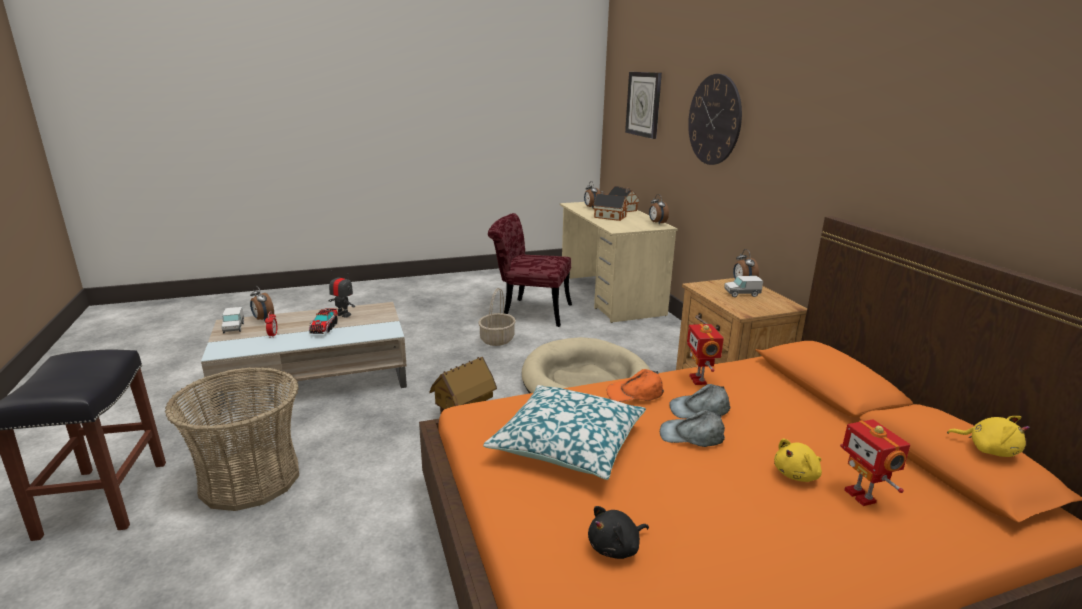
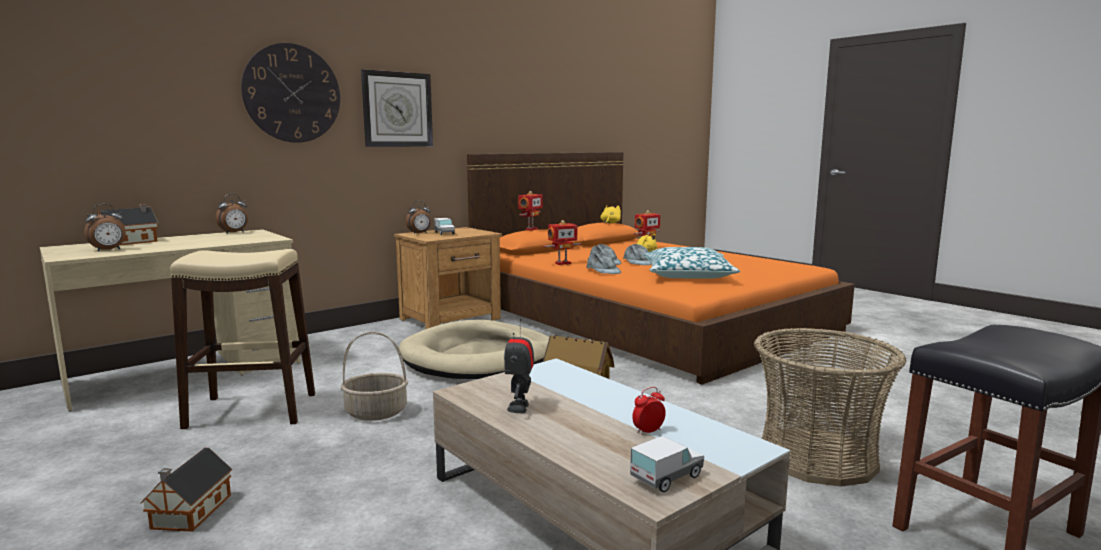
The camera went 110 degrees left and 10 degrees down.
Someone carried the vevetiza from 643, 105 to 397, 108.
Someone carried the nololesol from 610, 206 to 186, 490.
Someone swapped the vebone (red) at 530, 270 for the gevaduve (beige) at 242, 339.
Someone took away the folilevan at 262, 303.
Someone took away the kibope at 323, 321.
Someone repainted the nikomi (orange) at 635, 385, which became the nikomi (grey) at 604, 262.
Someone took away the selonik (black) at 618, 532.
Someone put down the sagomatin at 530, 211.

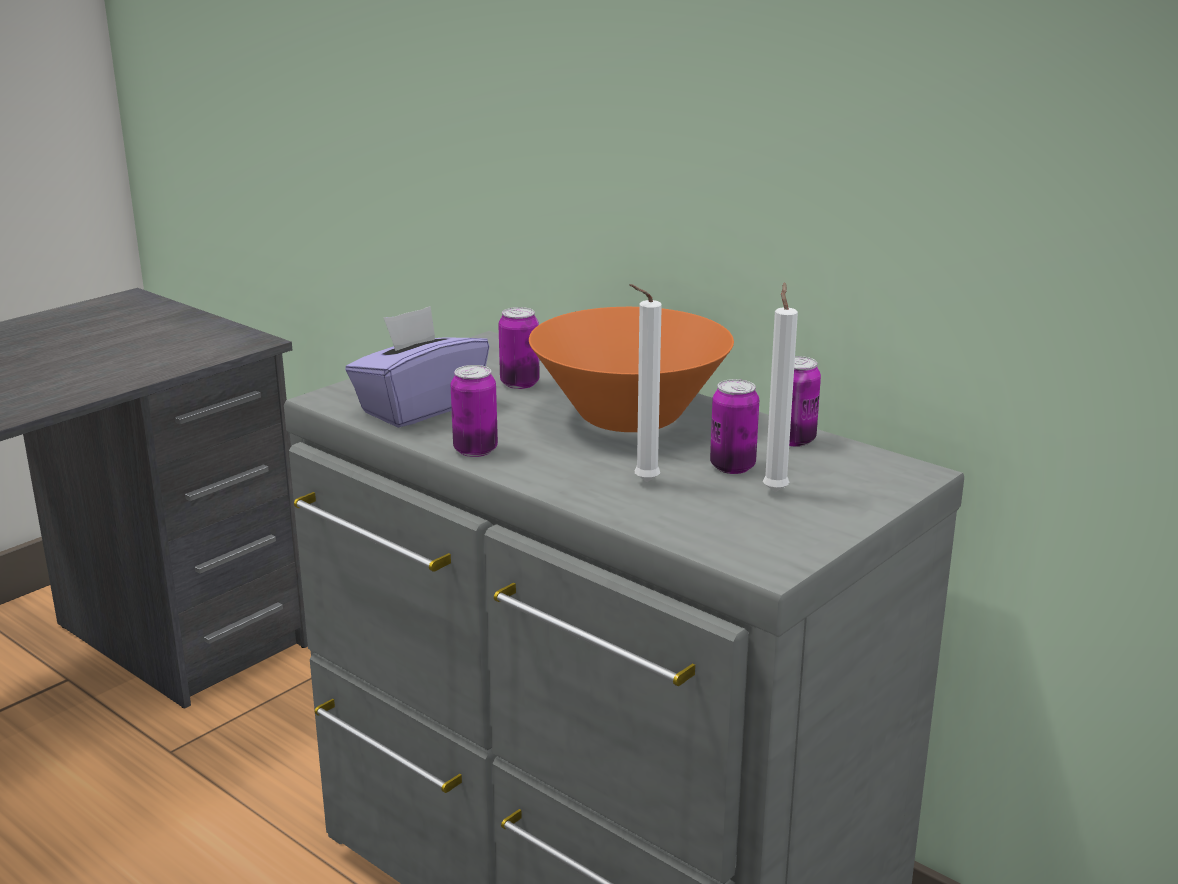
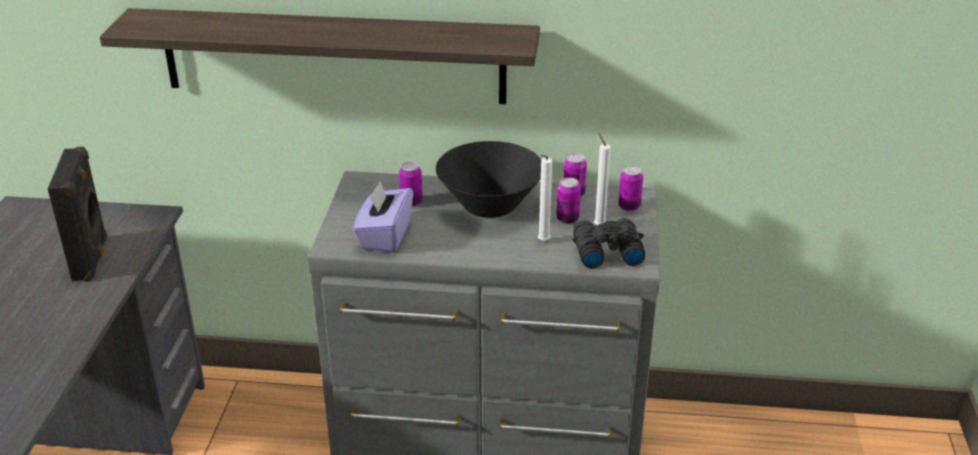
The camera went 35 degrees left and 10 degrees up.
Someone repainted the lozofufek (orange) at 631, 369, which became the lozofufek (black) at 488, 179.
Someone carried the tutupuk from 474, 411 to 630, 188.
Someone put up the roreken at 320, 56.
Someone put down the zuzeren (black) at 77, 214.
Someone put down the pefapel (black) at 608, 243.

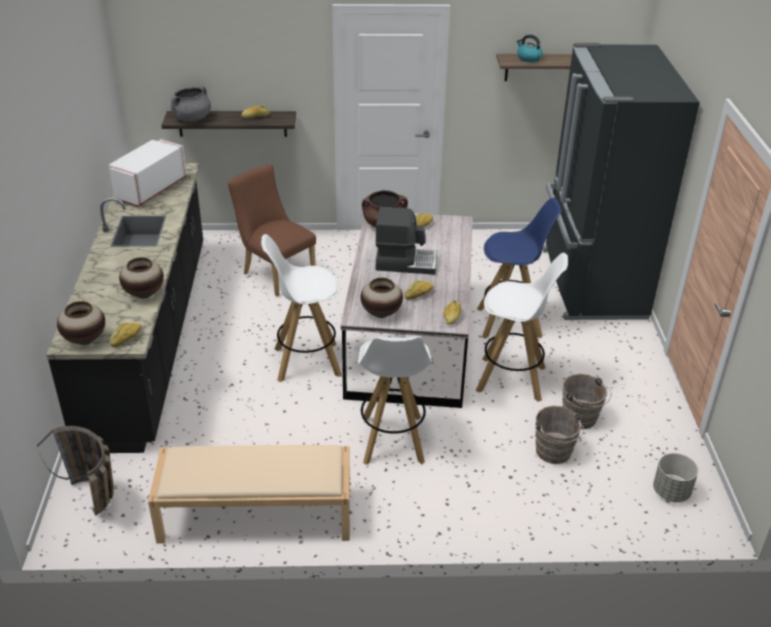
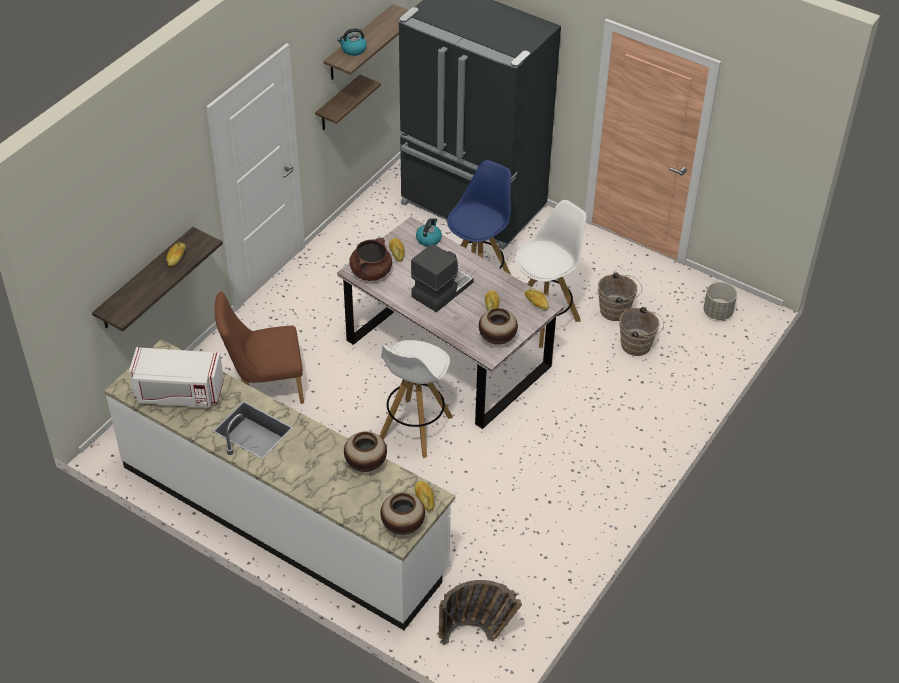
The camera went 55 degrees left and 10 degrees up.
Someone took away the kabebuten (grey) at 191, 104.
Someone rotated the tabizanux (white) at 148, 173 by 60 degrees counterclockwise.
Someone repainted the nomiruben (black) at 124, 308, which became the nomiruben (white) at 279, 484.
Someone took away the gevaduve (white) at 395, 400.
Someone took away the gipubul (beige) at 249, 494.
Someone put up the roreken at 348, 102.
Someone put down the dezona at 429, 232.

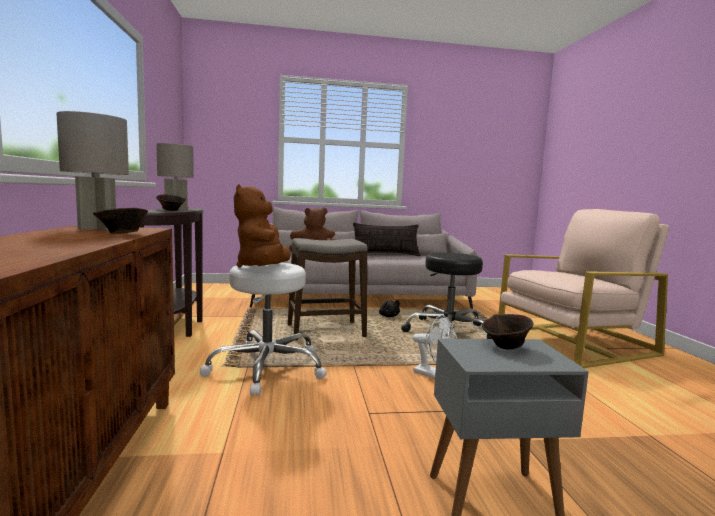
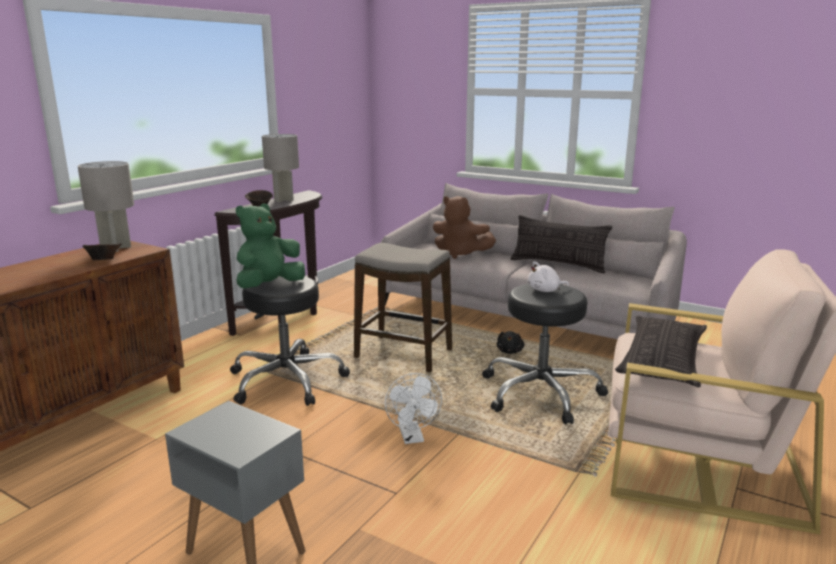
The camera went 40 degrees right and 10 degrees up.
Someone repainted the selonik (brown) at 262, 226, which became the selonik (green) at 270, 245.
Someone repainted the gevaduve (white) at 263, 329, which became the gevaduve (black) at 290, 341.
Someone took away the lozofufek (brown) at 508, 331.
Someone put down the selonik (white) at 548, 276.
Someone put down the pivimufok at 661, 351.

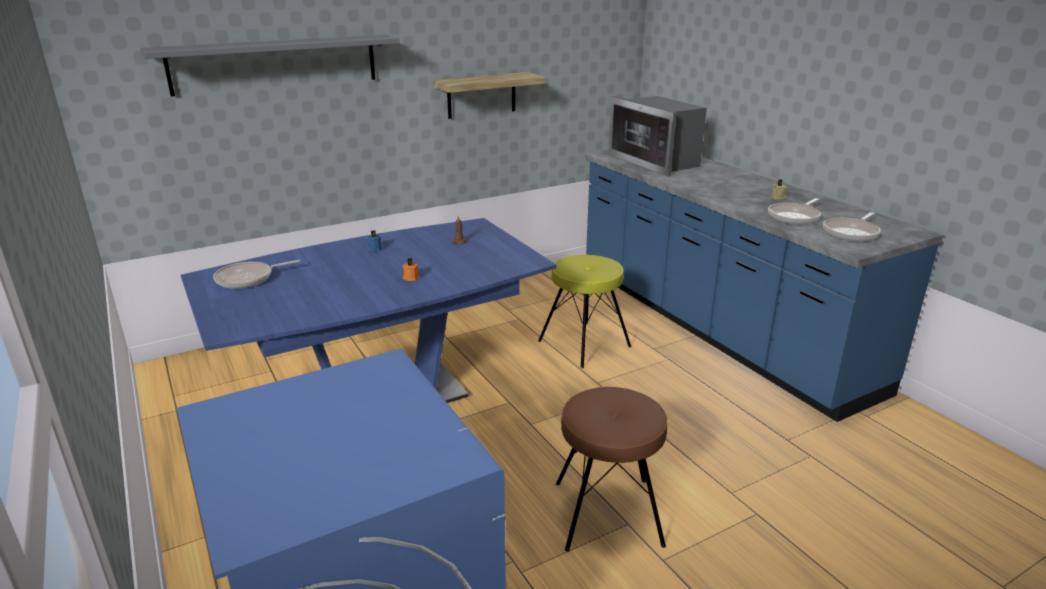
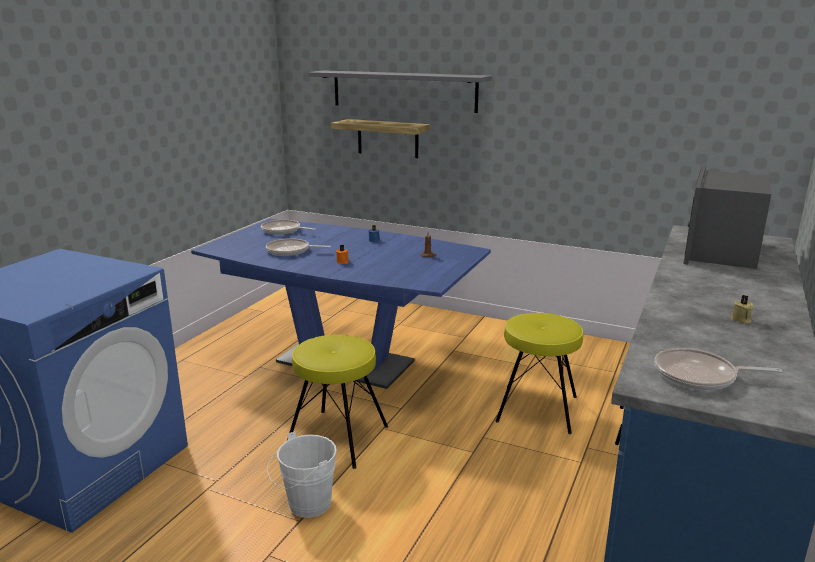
The camera went 55 degrees right and 5 degrees down.
Someone carried the roreken from 489, 95 to 380, 138.
Someone carried the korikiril from 794, 211 to 298, 247.
Someone swapped the gevaduve (brown) at 611, 469 for the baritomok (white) at 302, 474.
Someone put down the gevaduve (yellow) at 337, 401.

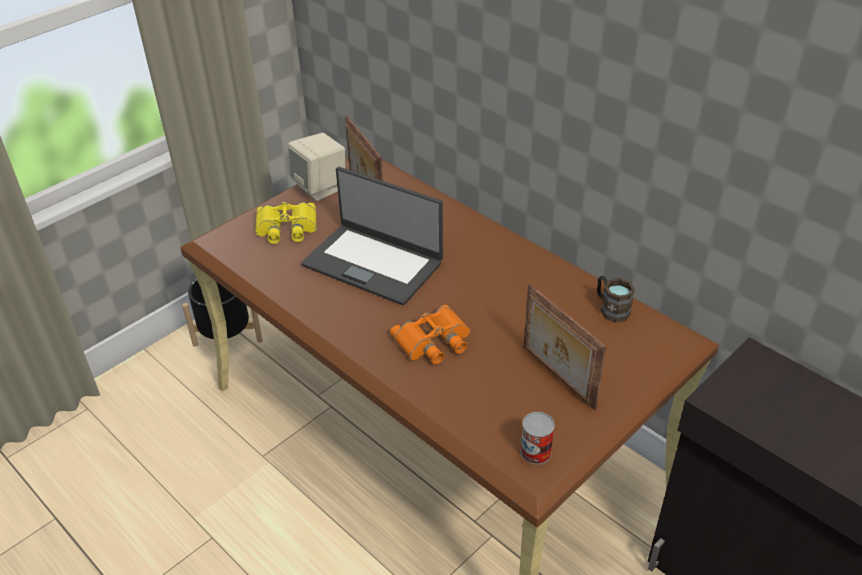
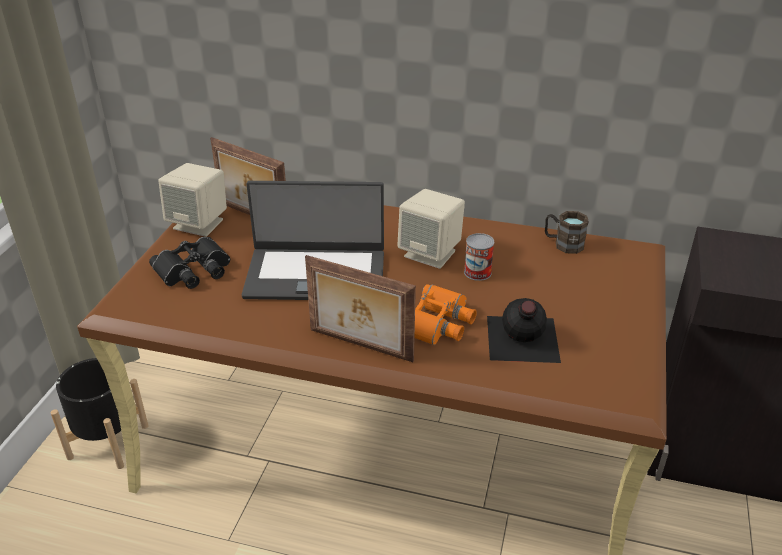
The camera went 30 degrees left and 5 degrees down.
Someone repainted the pefapel (yellow) at 286, 223, which became the pefapel (black) at 189, 263.
Someone carried the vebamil from 565, 347 to 360, 308.
Someone carried the tutupuk from 537, 438 to 479, 257.
Someone put down the zuzeren (beige) at 431, 229.
Someone put down the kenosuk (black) at 524, 330.

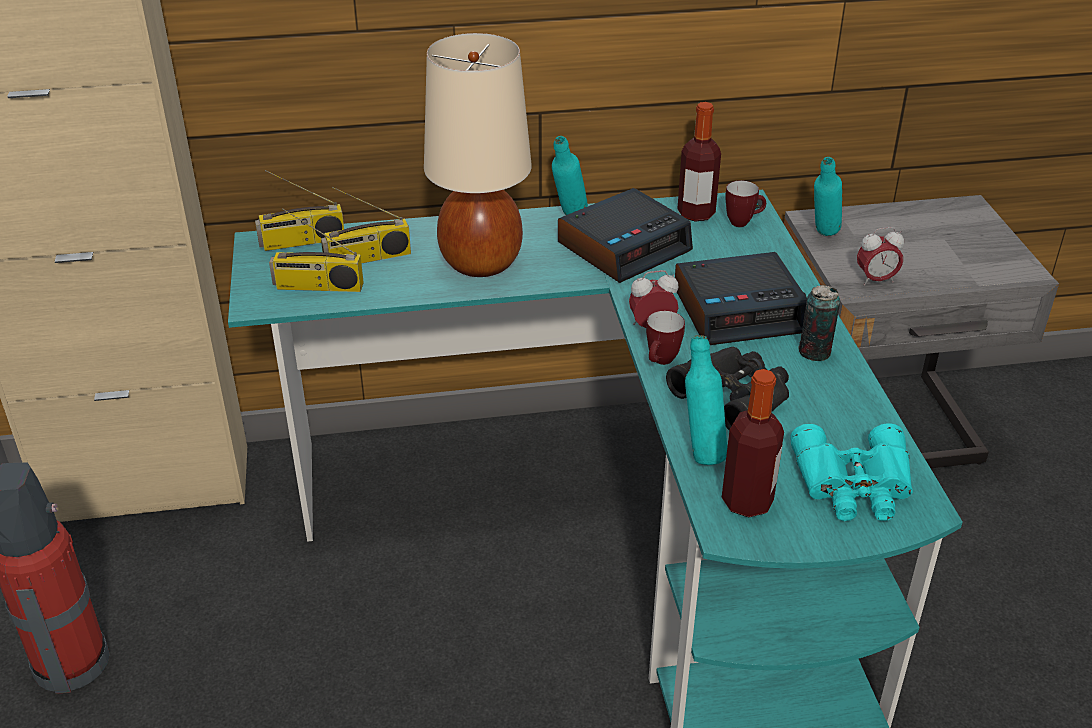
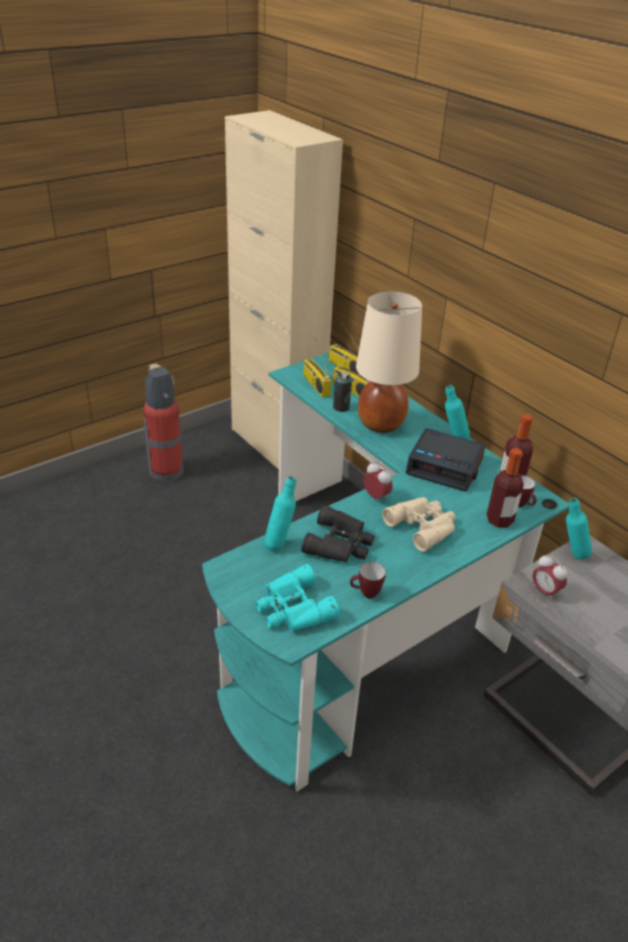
The camera went 60 degrees right and 0 degrees up.
Someone swapped the folilevan at 741, 298 for the pefapel (beige) at 419, 524.
Someone carried the tutupuk from 819, 323 to 342, 392.
Someone carried the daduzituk from 665, 338 to 368, 580.
Someone carried the kenosuk from 753, 443 to 505, 488.

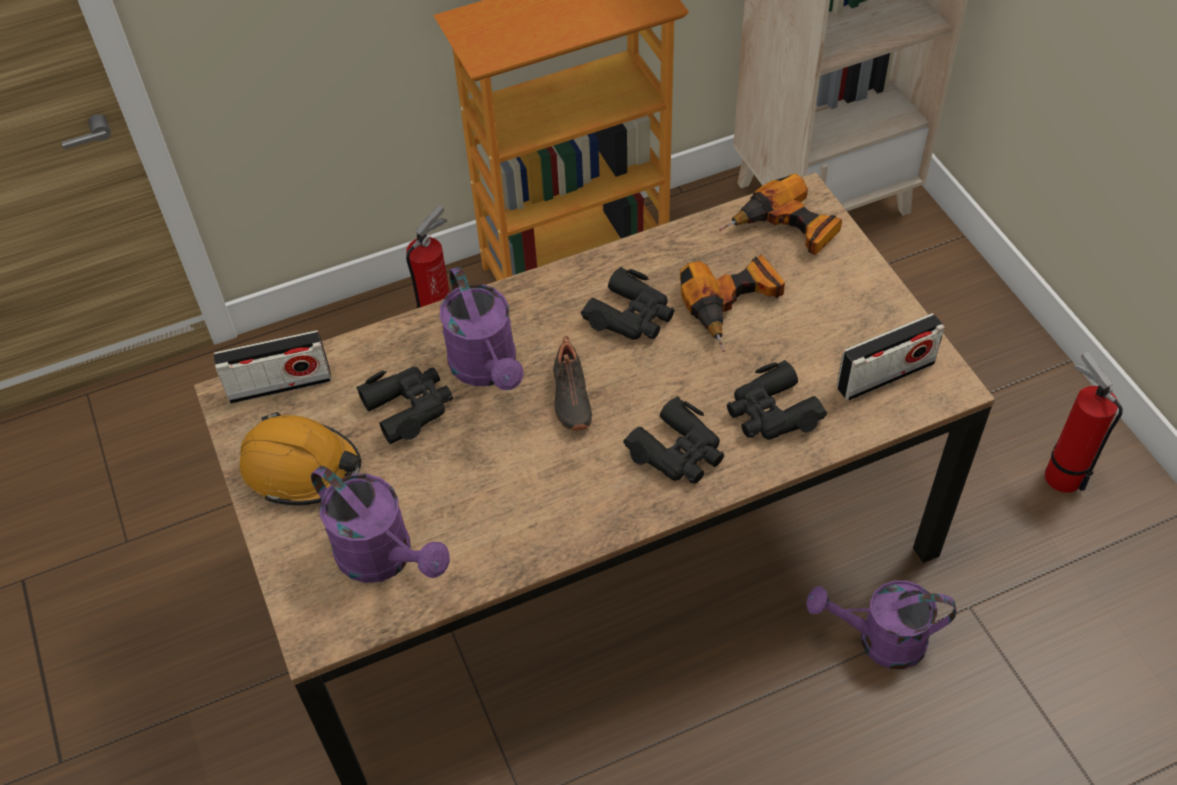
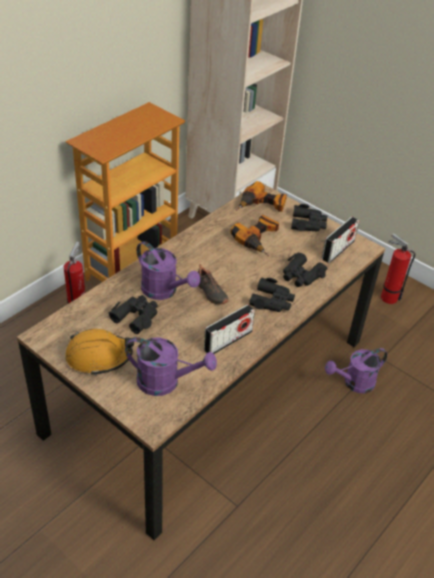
The camera went 30 degrees left and 10 degrees down.
Someone carried the pefapel (black) from 628, 303 to 309, 217.
Someone carried the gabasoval from 273, 367 to 229, 329.

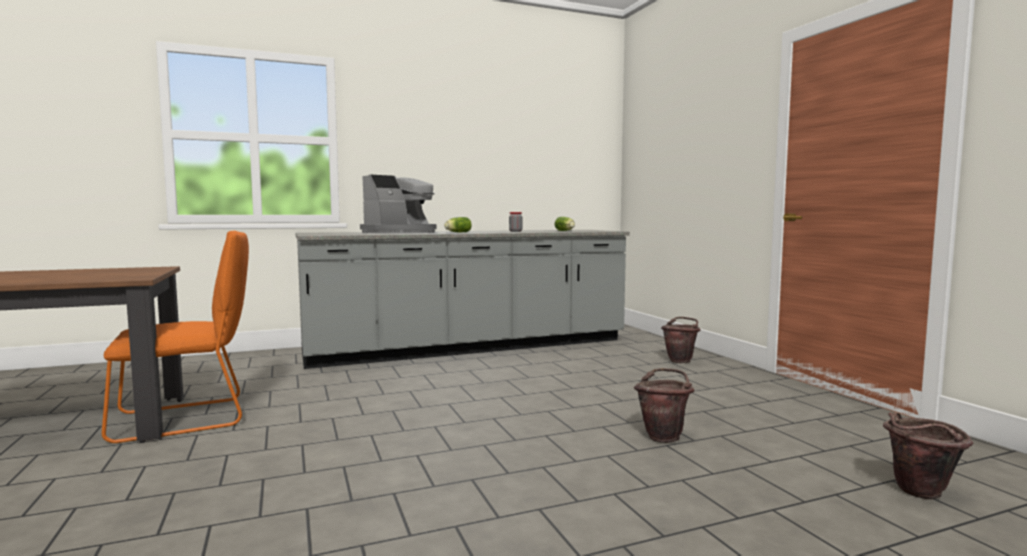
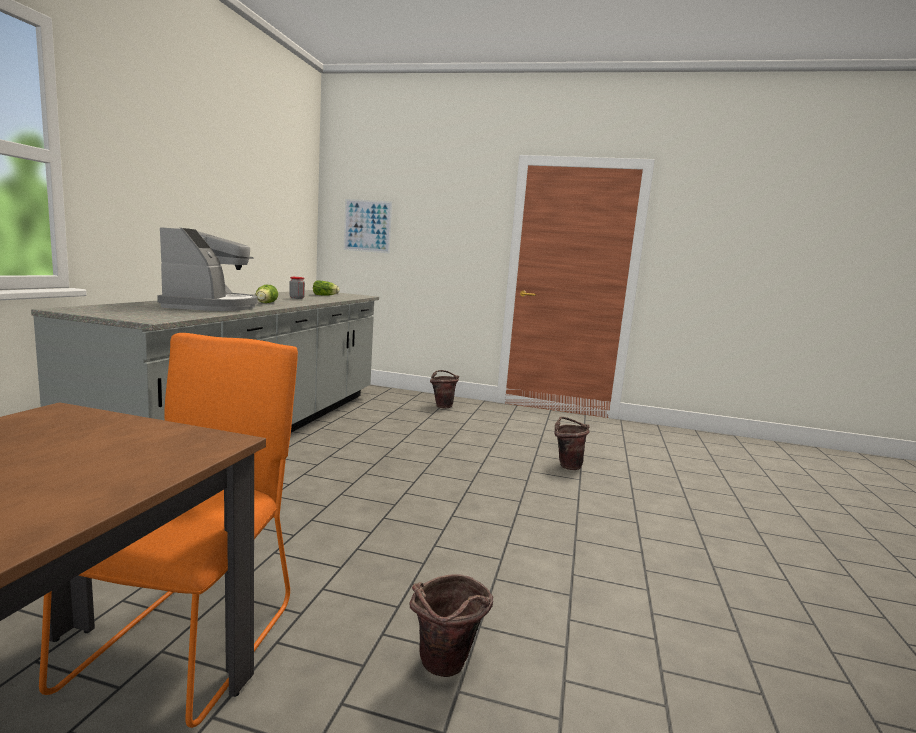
The camera went 55 degrees left and 5 degrees up.
Someone carried the baritomok (brown) from 928, 456 to 451, 625.
Someone put up the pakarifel at 368, 226.

